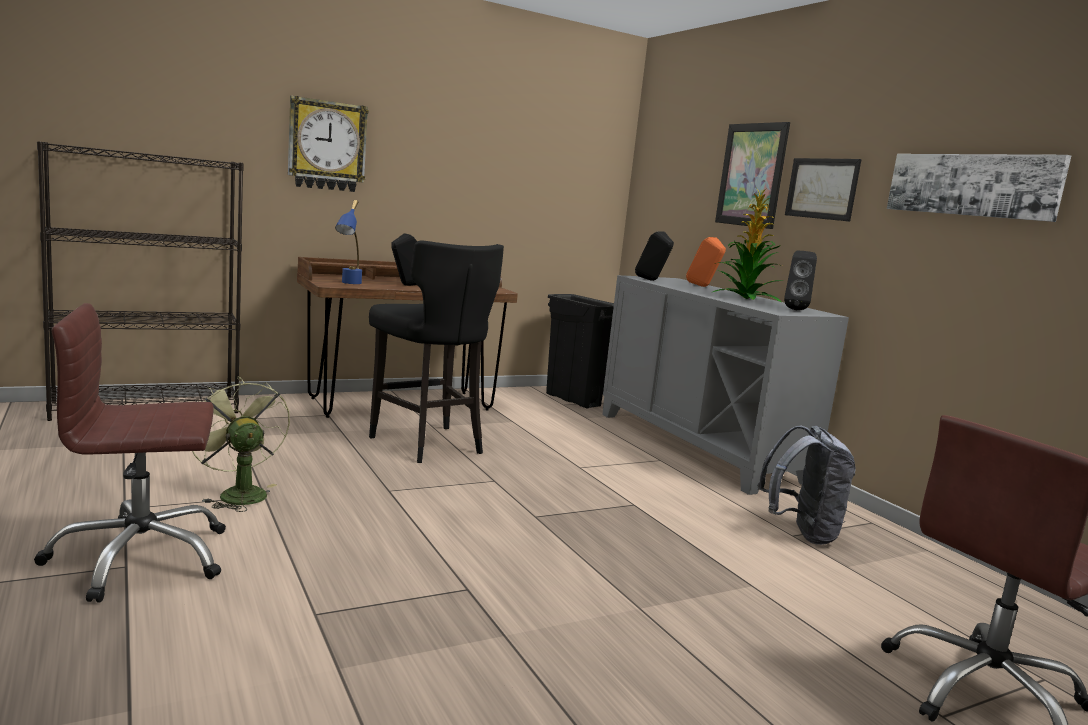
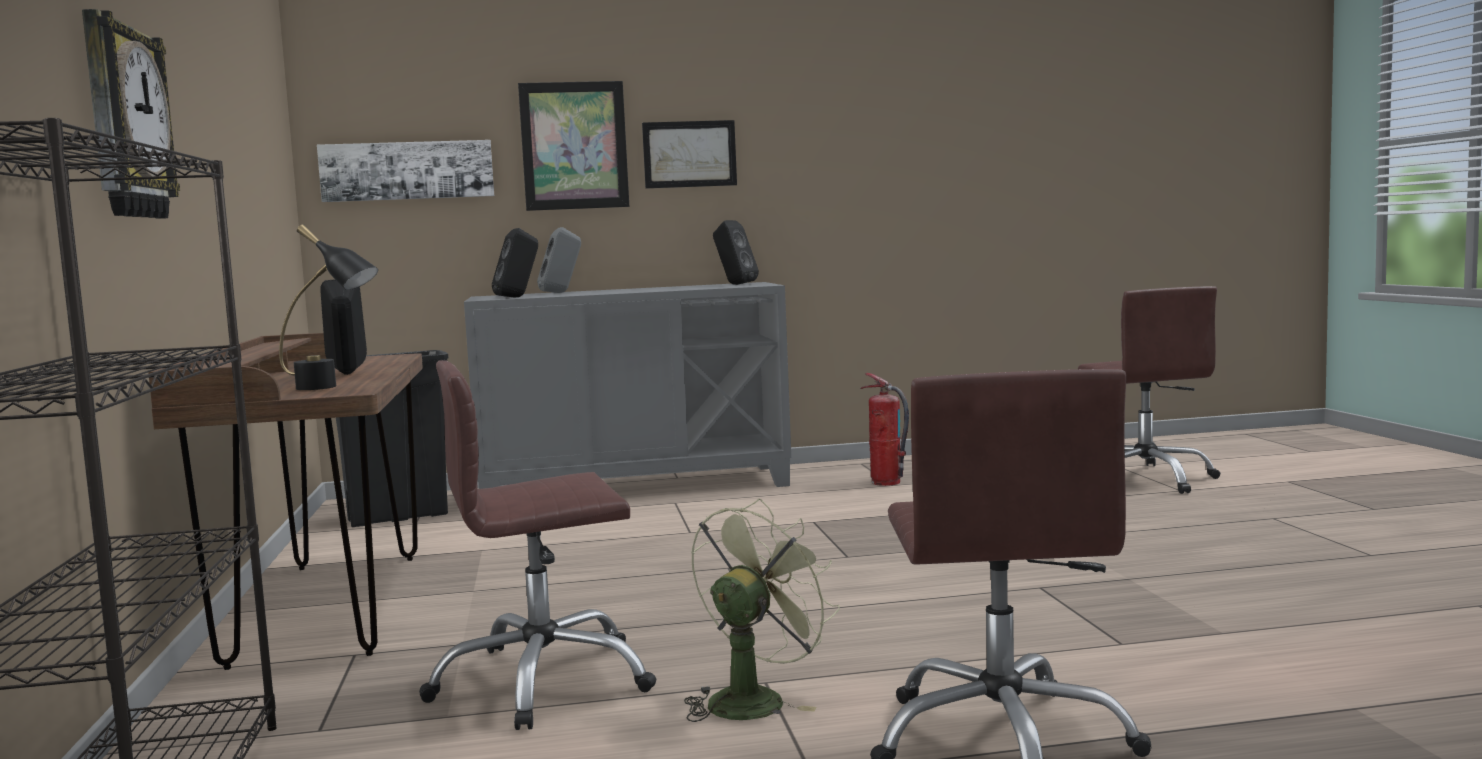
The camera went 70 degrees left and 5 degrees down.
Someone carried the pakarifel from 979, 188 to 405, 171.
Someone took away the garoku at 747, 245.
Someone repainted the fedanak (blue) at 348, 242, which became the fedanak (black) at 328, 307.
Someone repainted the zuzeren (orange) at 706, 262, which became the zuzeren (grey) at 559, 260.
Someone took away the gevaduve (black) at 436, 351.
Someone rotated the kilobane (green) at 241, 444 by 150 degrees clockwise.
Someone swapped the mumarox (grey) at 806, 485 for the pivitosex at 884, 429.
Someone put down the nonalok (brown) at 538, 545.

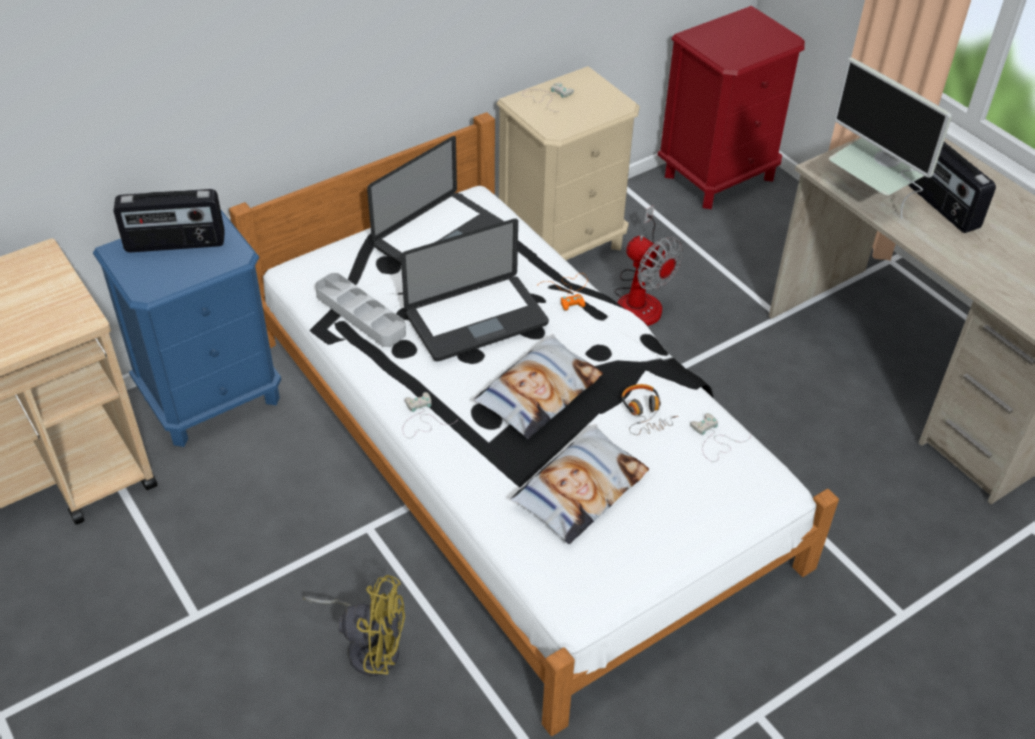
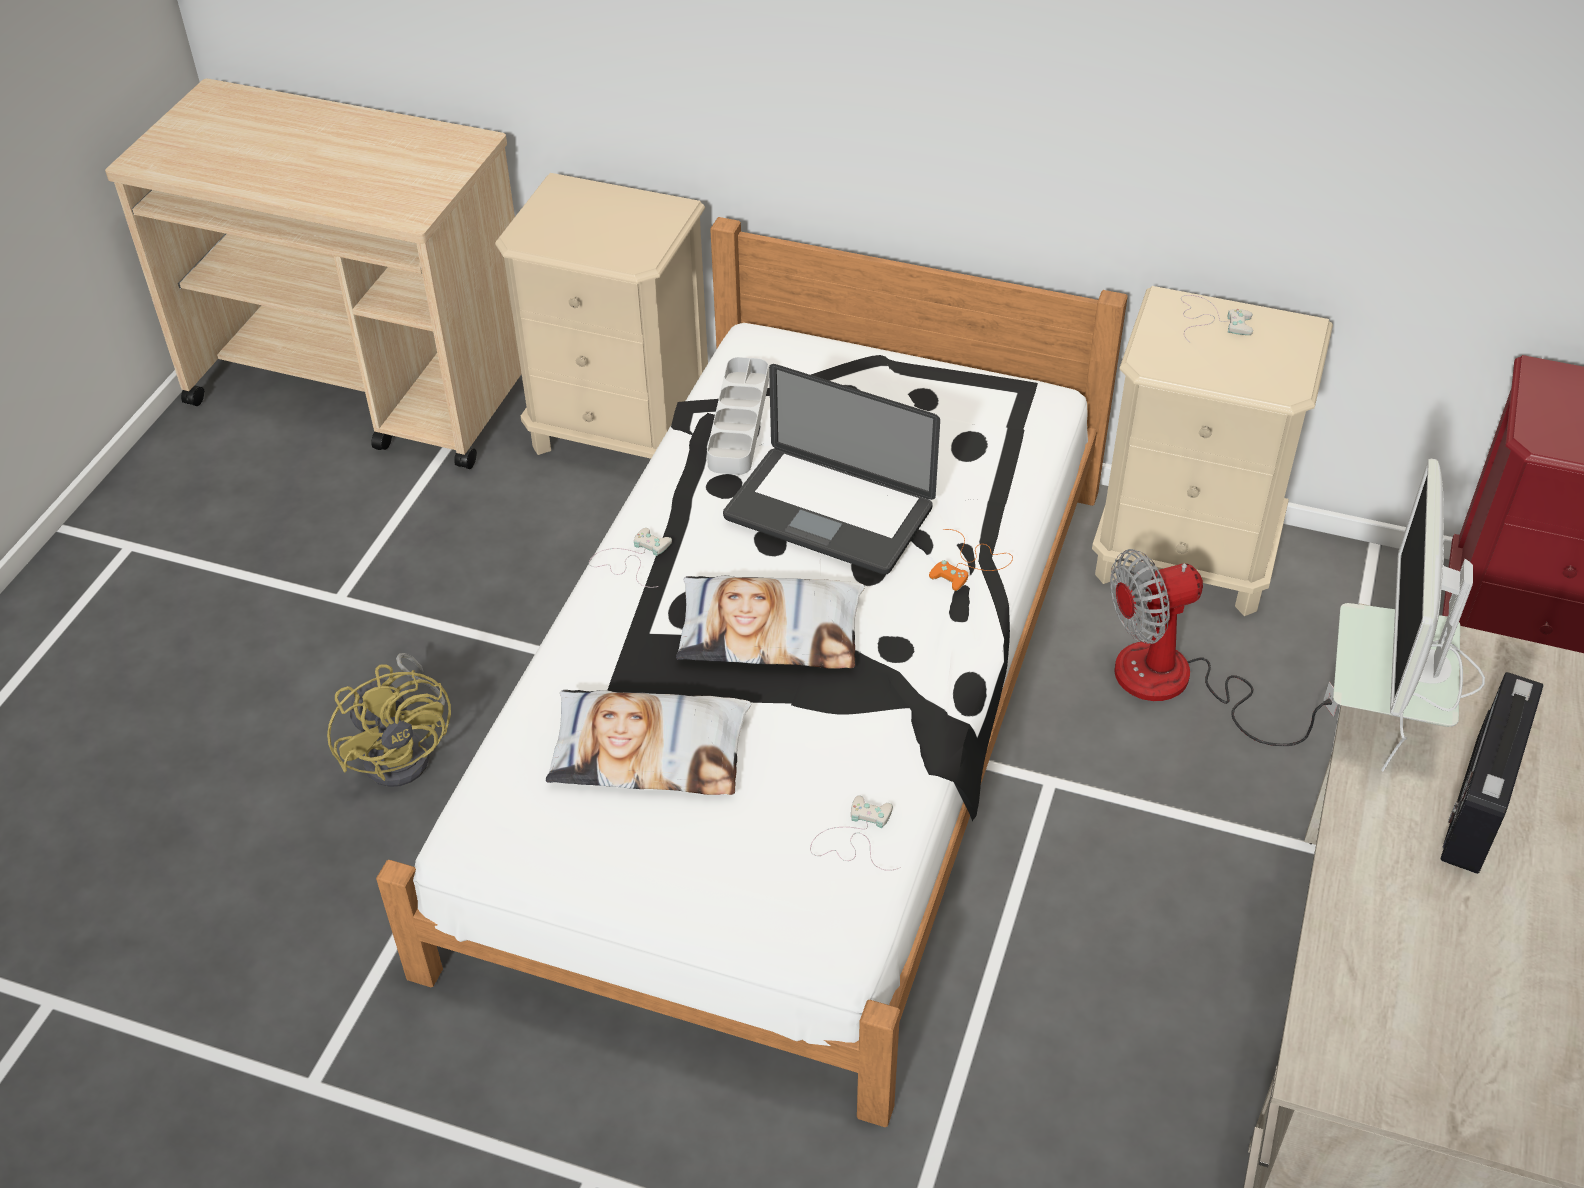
The camera went 55 degrees right and 0 degrees up.
Someone took away the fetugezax at 435, 200.
Someone took away the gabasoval at 169, 220.
Someone rotated the kilobane at 648, 265 by 60 degrees clockwise.
Someone repainted the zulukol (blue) at 187, 328, which became the zulukol (beige) at 601, 316.
Someone took away the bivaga at 650, 409.

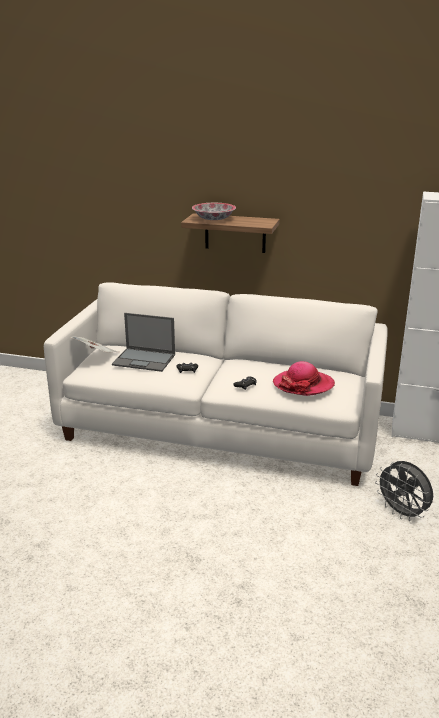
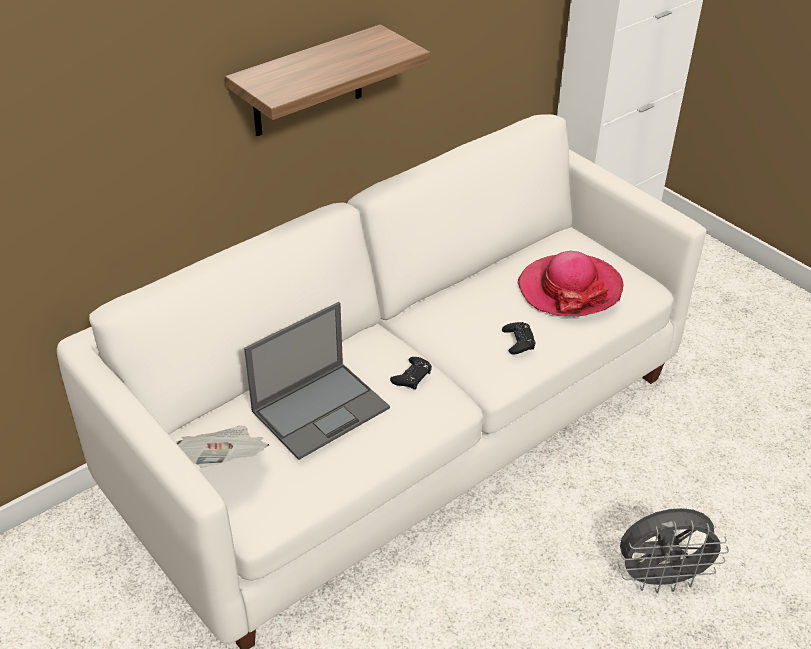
The camera went 55 degrees left and 15 degrees up.
Someone took away the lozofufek at 214, 211.
Someone carried the kilobane (grey) from 404, 491 to 673, 550.

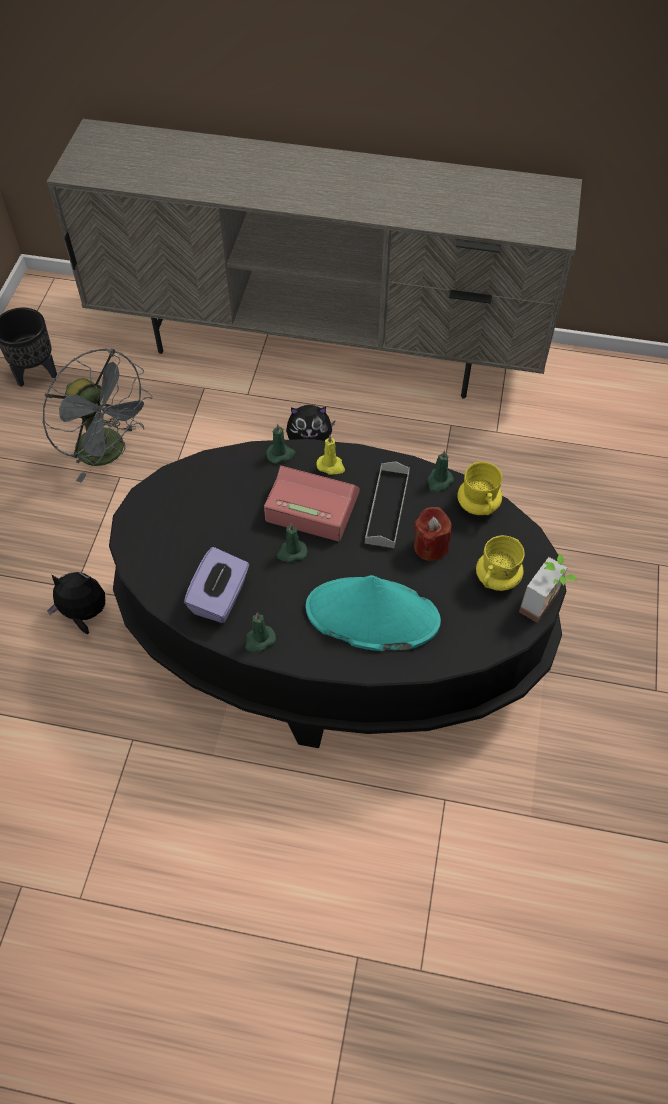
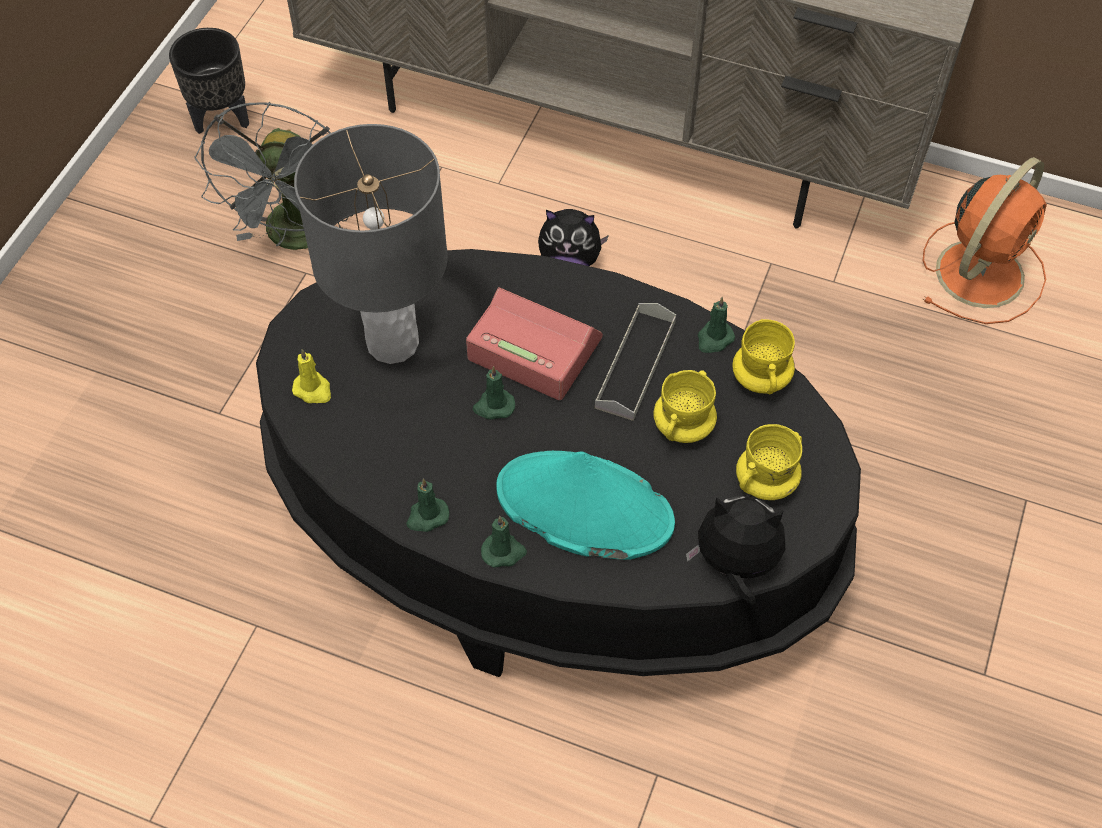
The camera went 10 degrees right and 0 degrees up.
Someone rotated the kilobane (grey) at 97, 415 by 45 degrees clockwise.
Someone carried the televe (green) from 281, 443 to 504, 542.
Someone carried the televe (yellow) from 330, 455 to 311, 376.
Someone swapped the televe (red) at 433, 534 for the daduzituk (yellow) at 685, 406.
Someone took away the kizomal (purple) at 216, 585.
Someone took away the garoku at 548, 588.
Someone carried the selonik from 76, 603 to 735, 550.
Someone put down the fedanak (grey) at 371, 244.
Someone put down the kilobane (orange) at 985, 240.

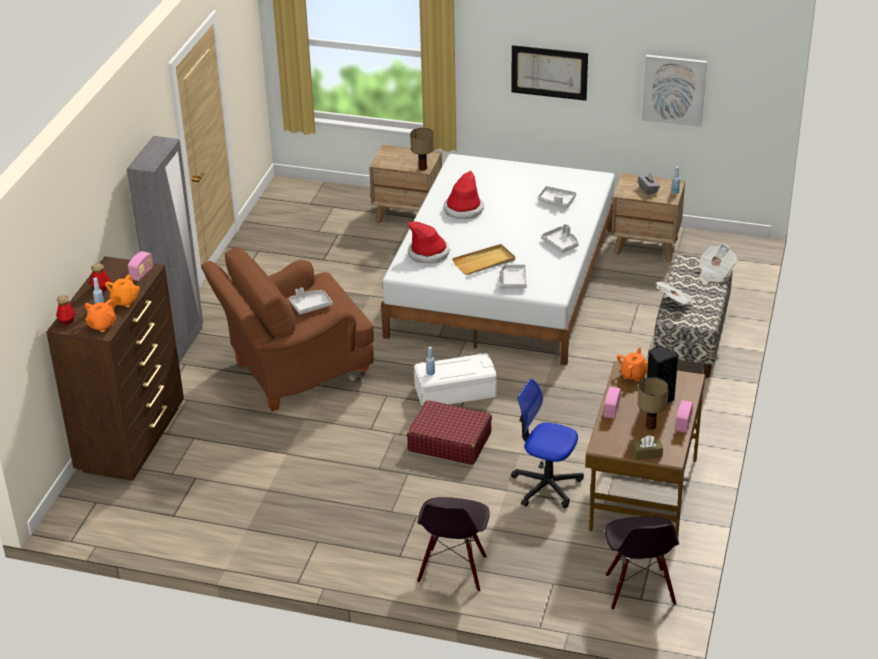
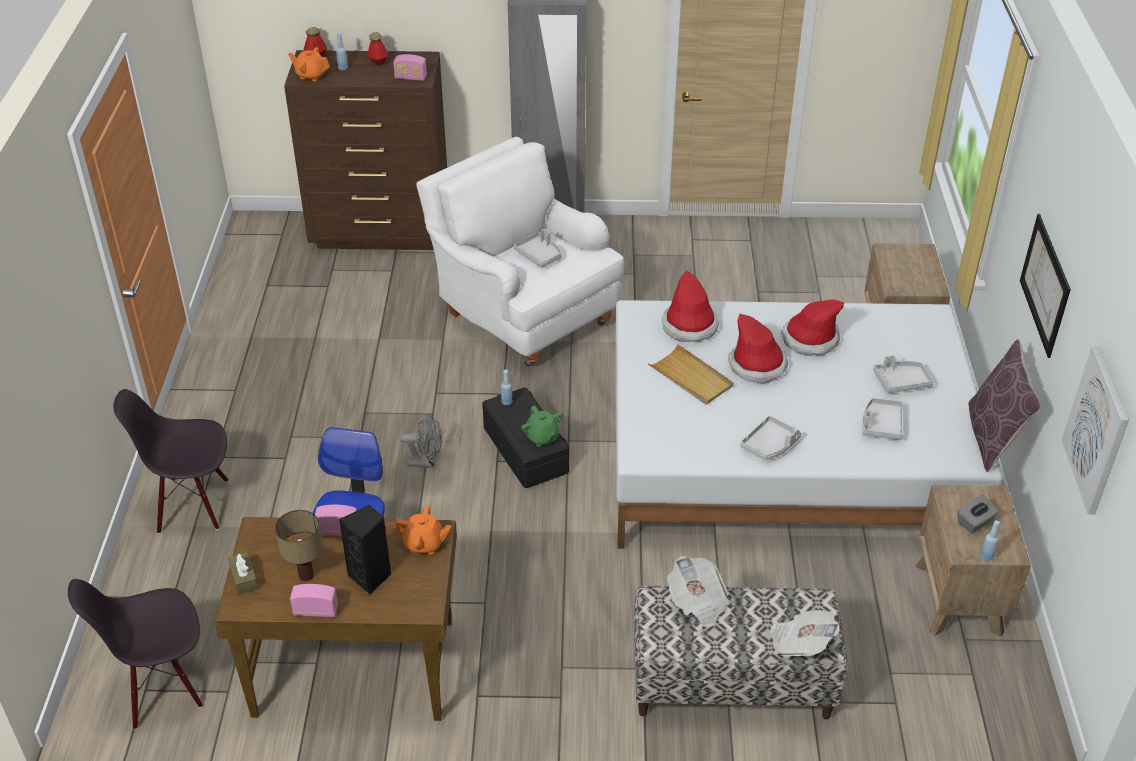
The camera went 75 degrees right and 5 degrees up.
Someone took away the fedanak at 422, 149.
Someone repainted the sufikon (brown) at 287, 329, which became the sufikon (white) at 520, 252.
Someone carried the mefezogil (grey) from 513, 276 to 903, 374.
Someone took away the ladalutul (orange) at 122, 291.
Someone repainted the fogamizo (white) at 455, 379, which became the fogamizo (black) at 525, 437.
Someone swapped the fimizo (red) at 449, 432 for the kilobane (grey) at 421, 441.
Someone put down the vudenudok at 758, 348.
Someone put down the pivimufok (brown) at 1004, 405.
Someone put down the ladalutul (green) at 542, 426.

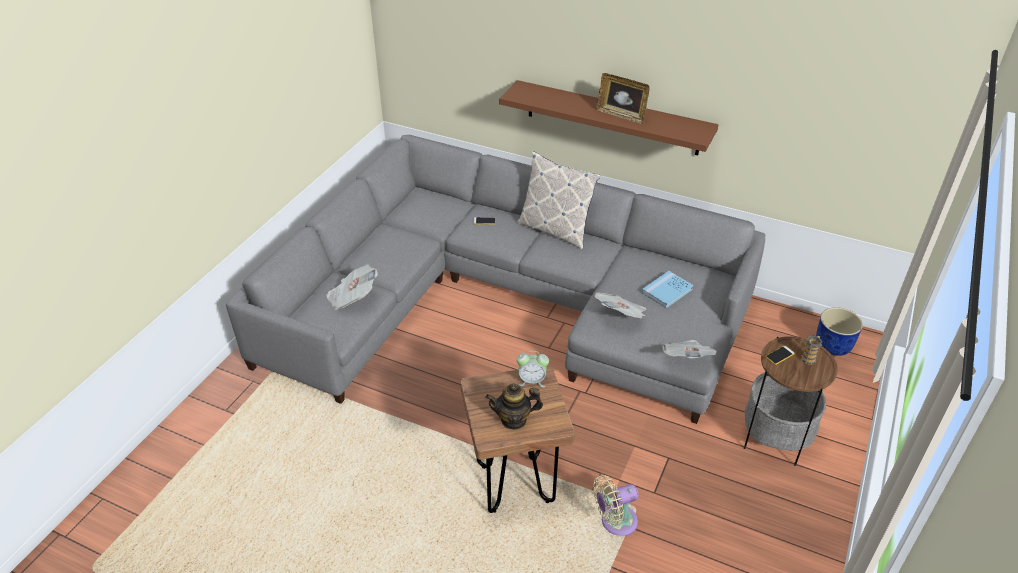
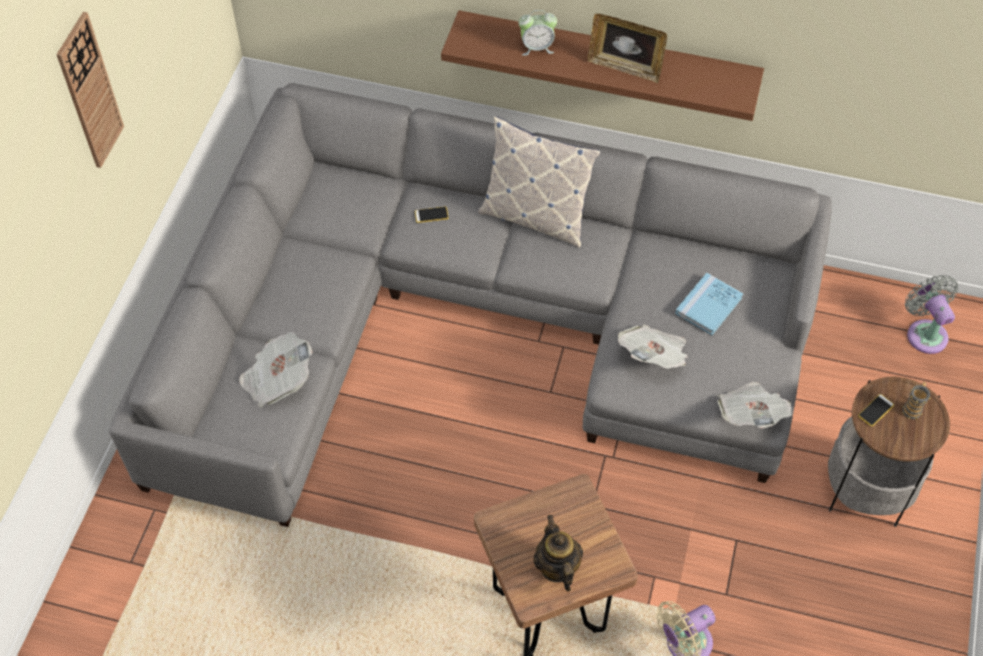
The camera went 10 degrees left and 15 degrees up.
Someone swapped the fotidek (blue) at 839, 331 for the kilobane (grey) at 931, 314.
Someone carried the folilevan from 532, 369 to 537, 33.
Someone rotated the ladalutul at 514, 407 by 90 degrees clockwise.
Someone put up the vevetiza at 90, 90.

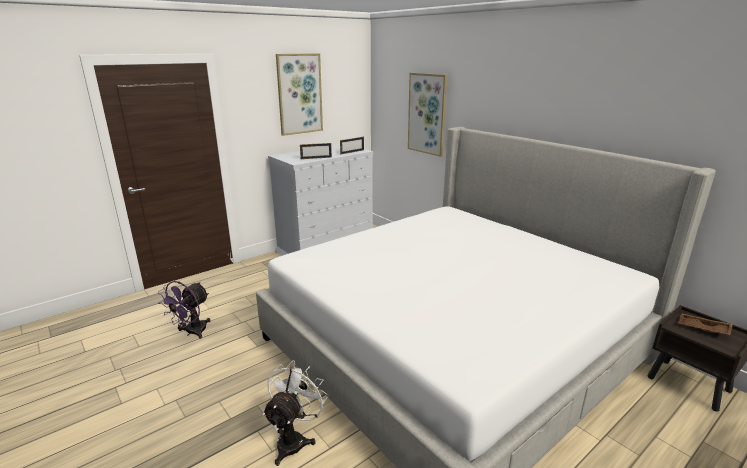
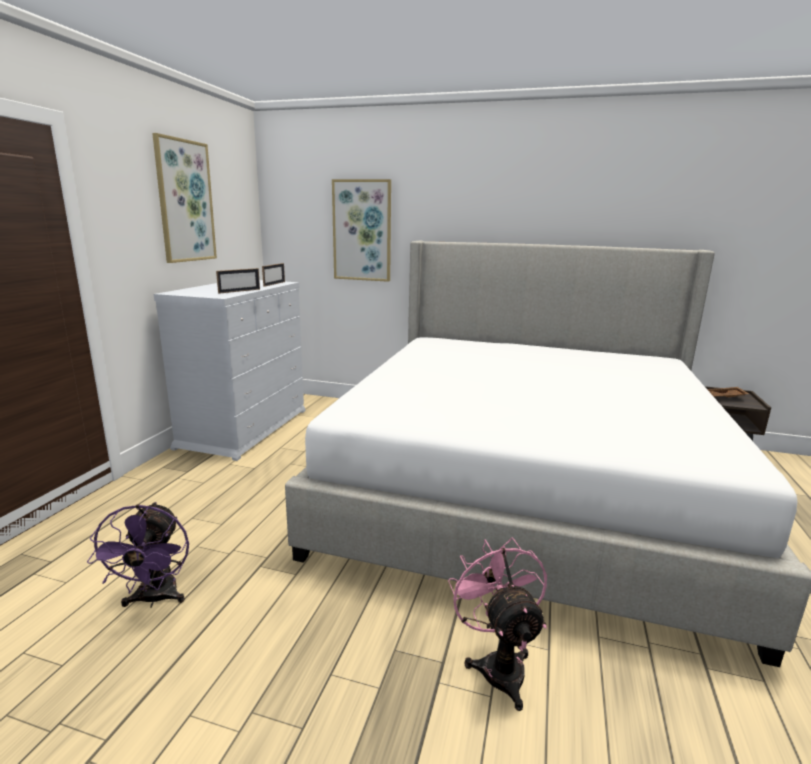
The camera went 35 degrees left and 5 degrees down.
Someone repainted the kilobane (white) at 296, 413, which became the kilobane (pink) at 497, 624.

